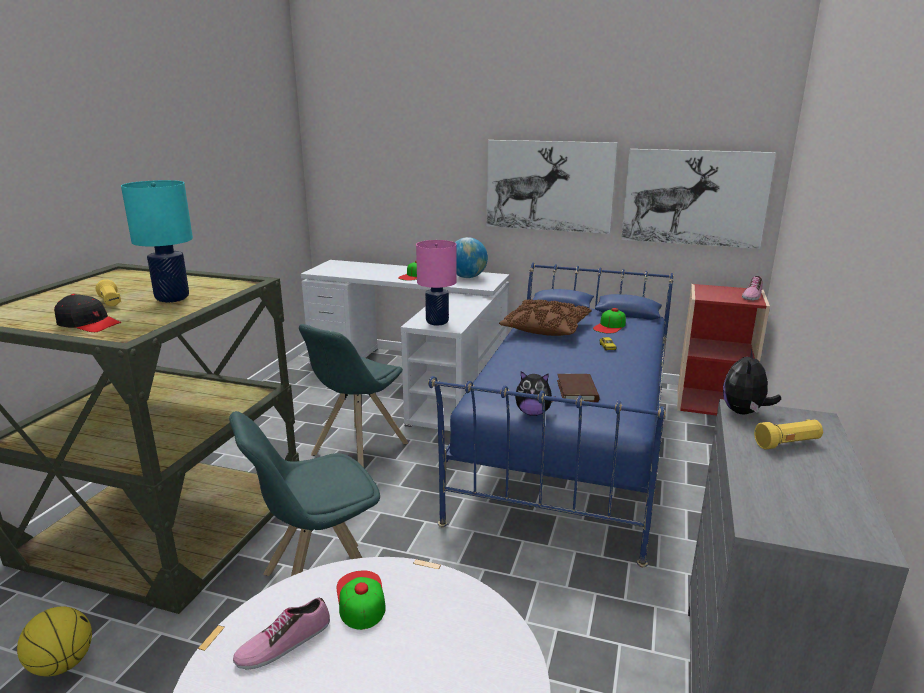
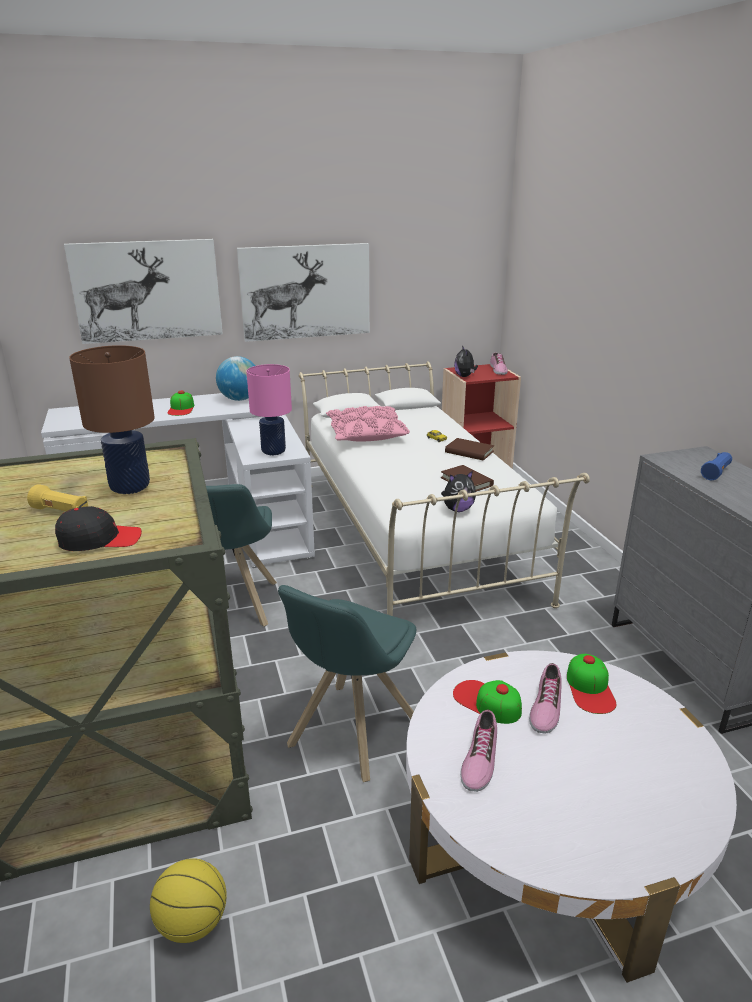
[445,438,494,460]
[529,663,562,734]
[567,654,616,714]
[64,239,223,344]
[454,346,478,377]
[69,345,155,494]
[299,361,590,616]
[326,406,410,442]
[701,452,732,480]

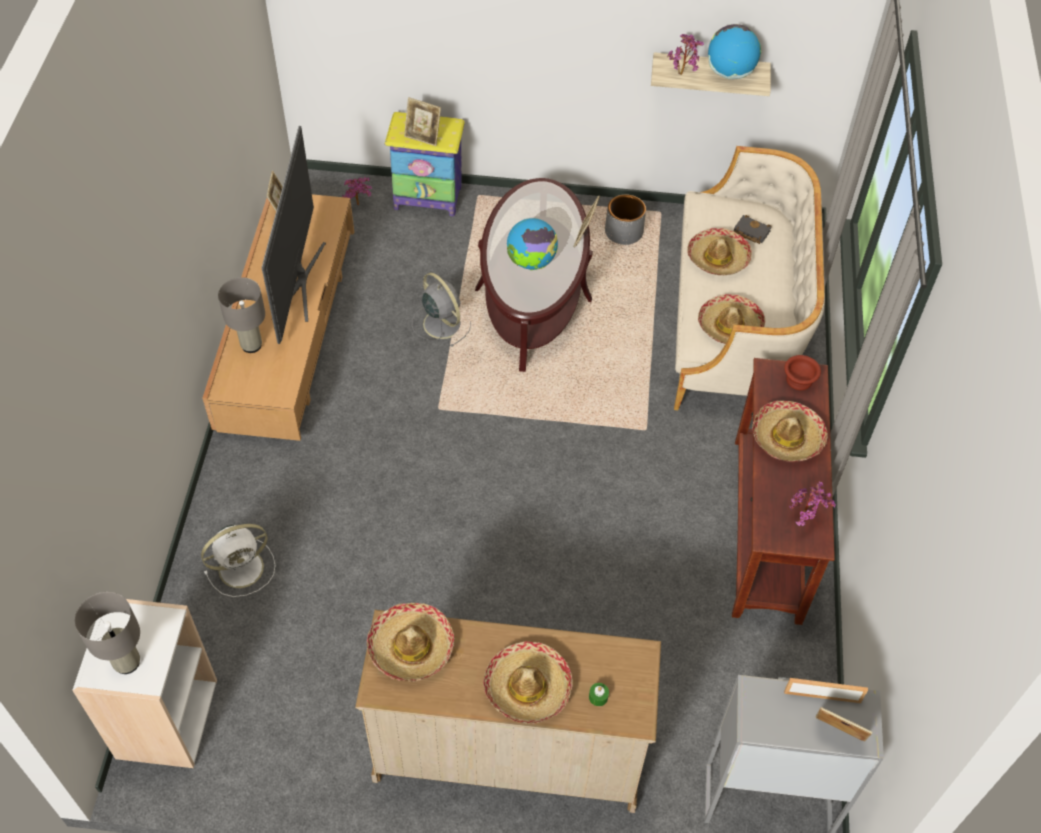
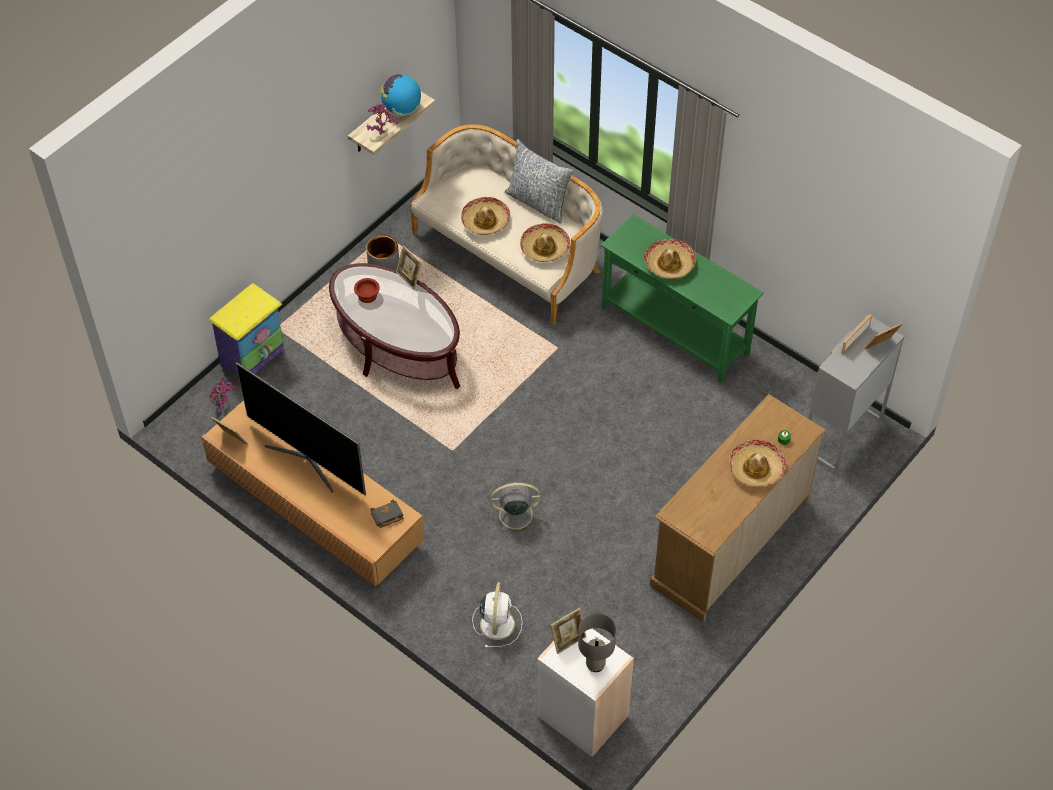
[218,277,265,353] (first image)
[367,603,454,682] (first image)
[507,218,558,270] (first image)
[789,482,836,526] (first image)
[505,139,574,224]
[551,608,586,654]
[490,482,542,537]
[370,499,403,528]
[354,278,380,303]
[601,214,763,384]

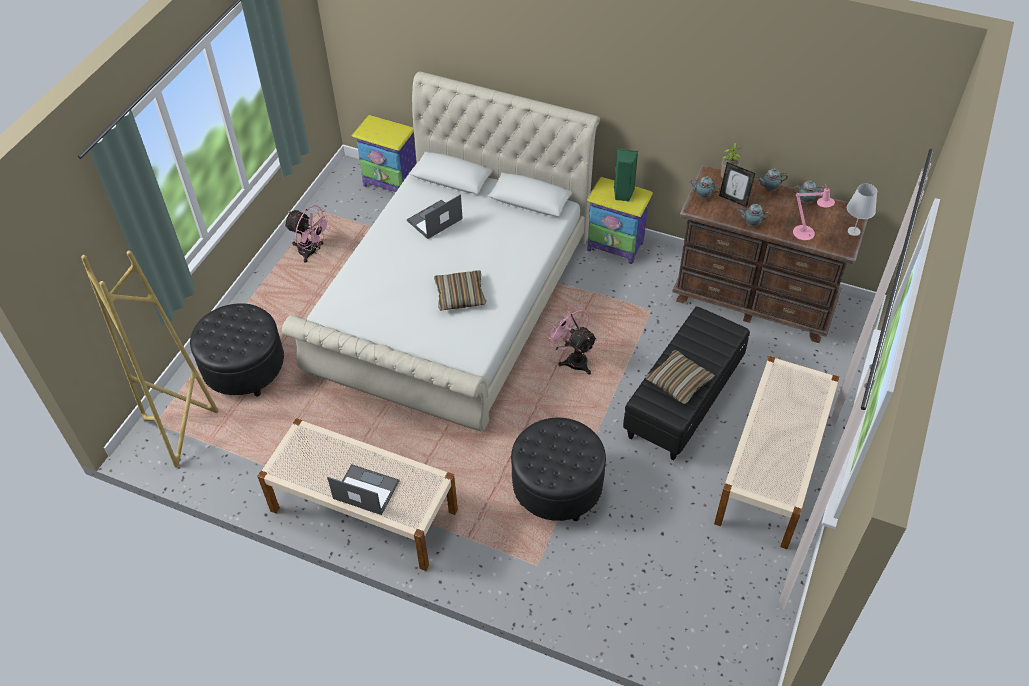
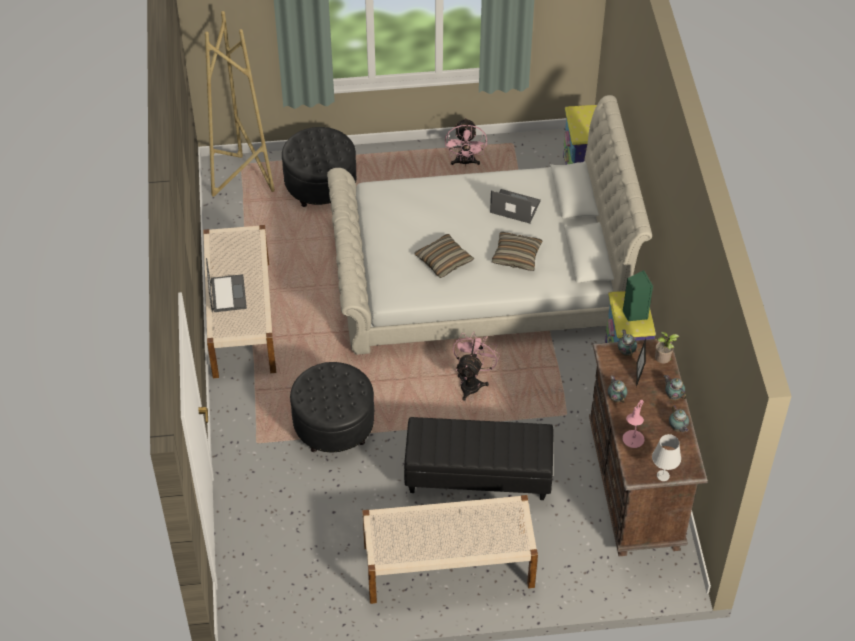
[492,232,543,271]

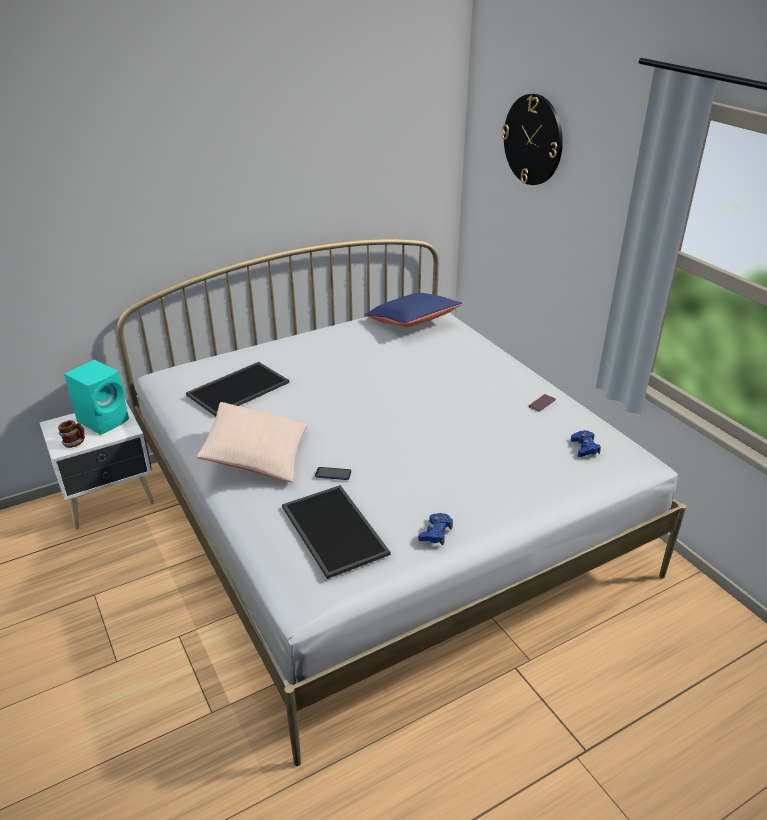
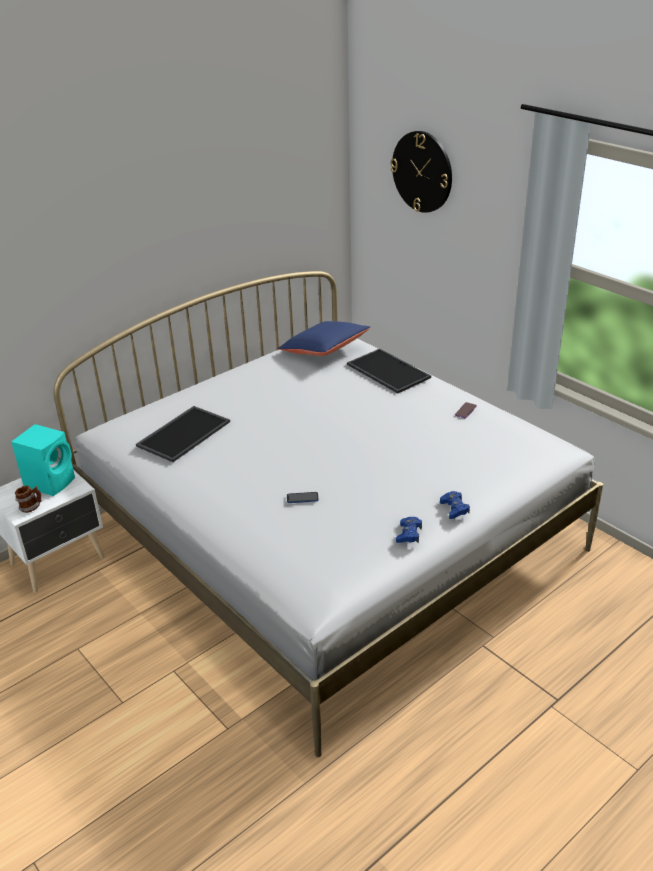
[197,402,307,482] (first image)
[347,349,431,393]
[440,491,470,519]

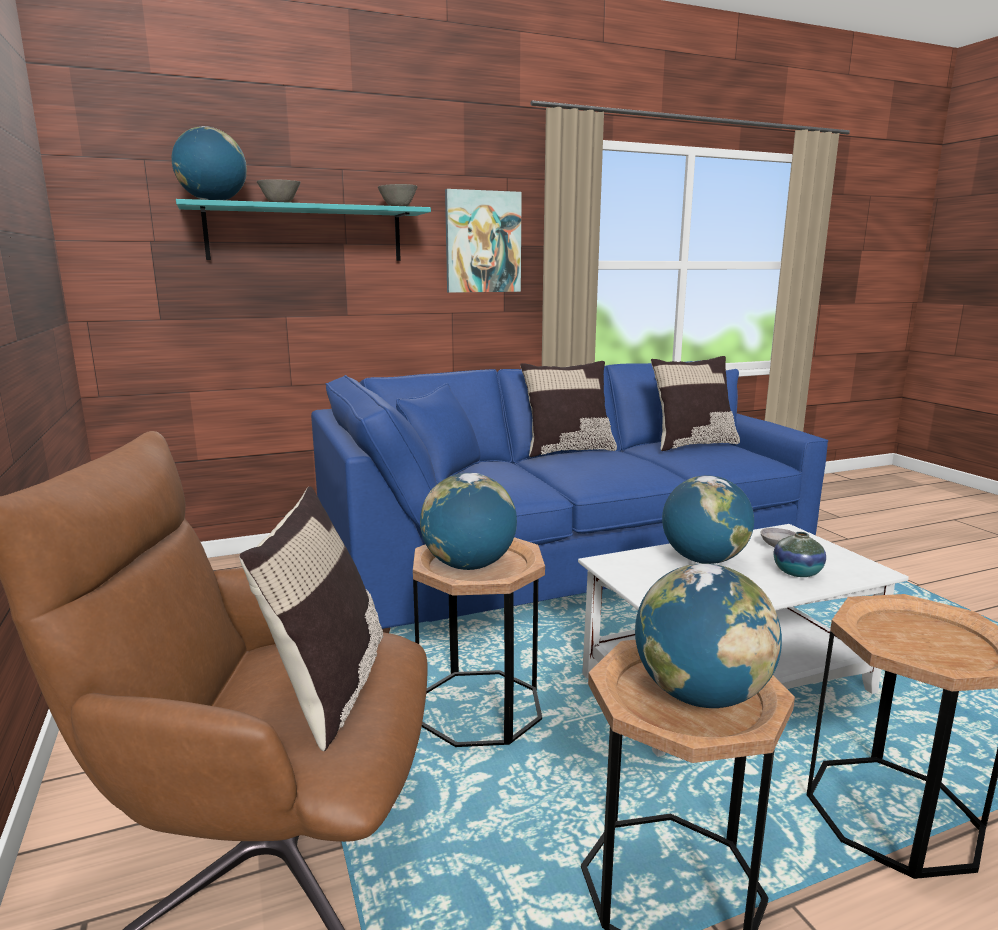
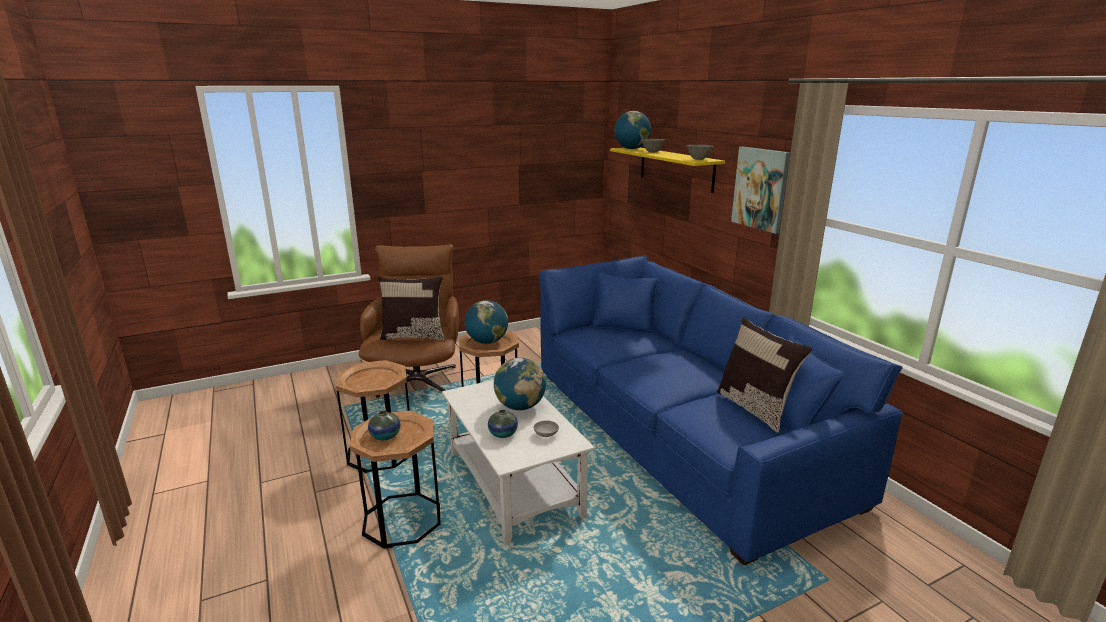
[520,361,617,457] (first image)
[635,563,782,708] (first image)
[368,411,401,440]
[610,148,725,193]

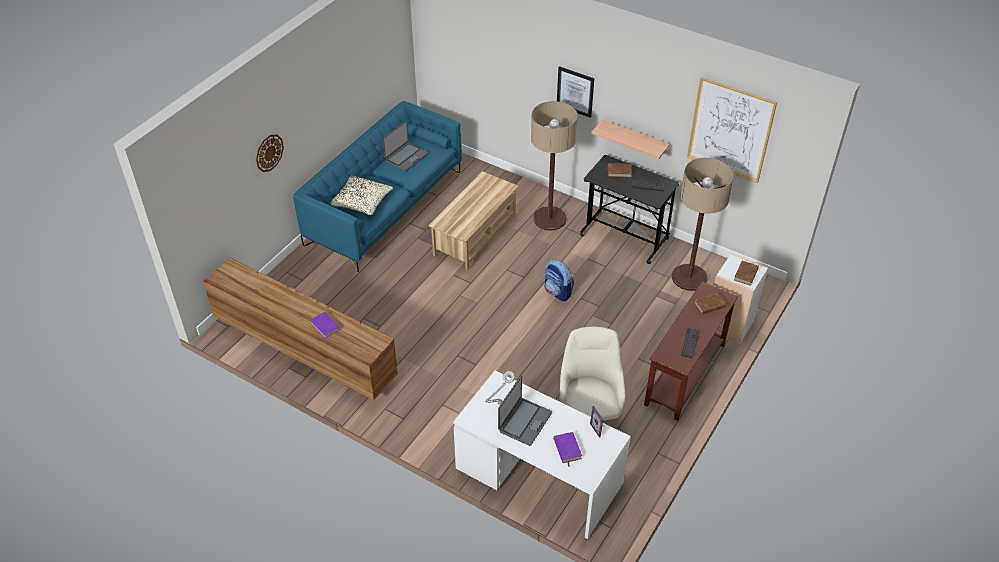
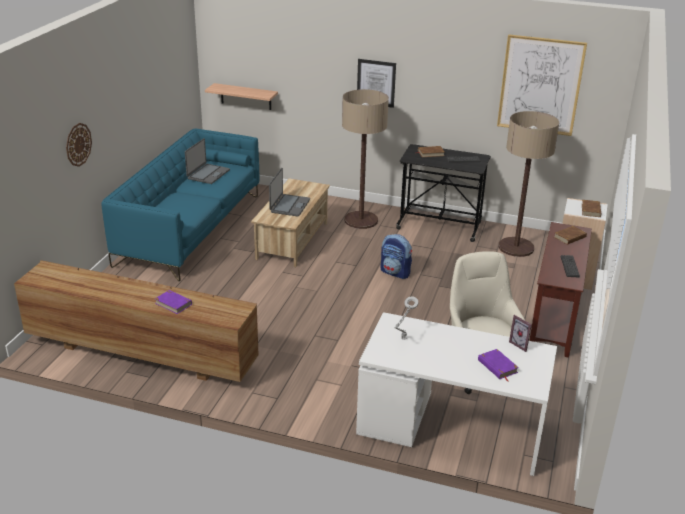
[331,176,393,215] (first image)
[269,168,310,216]
[205,83,278,110]

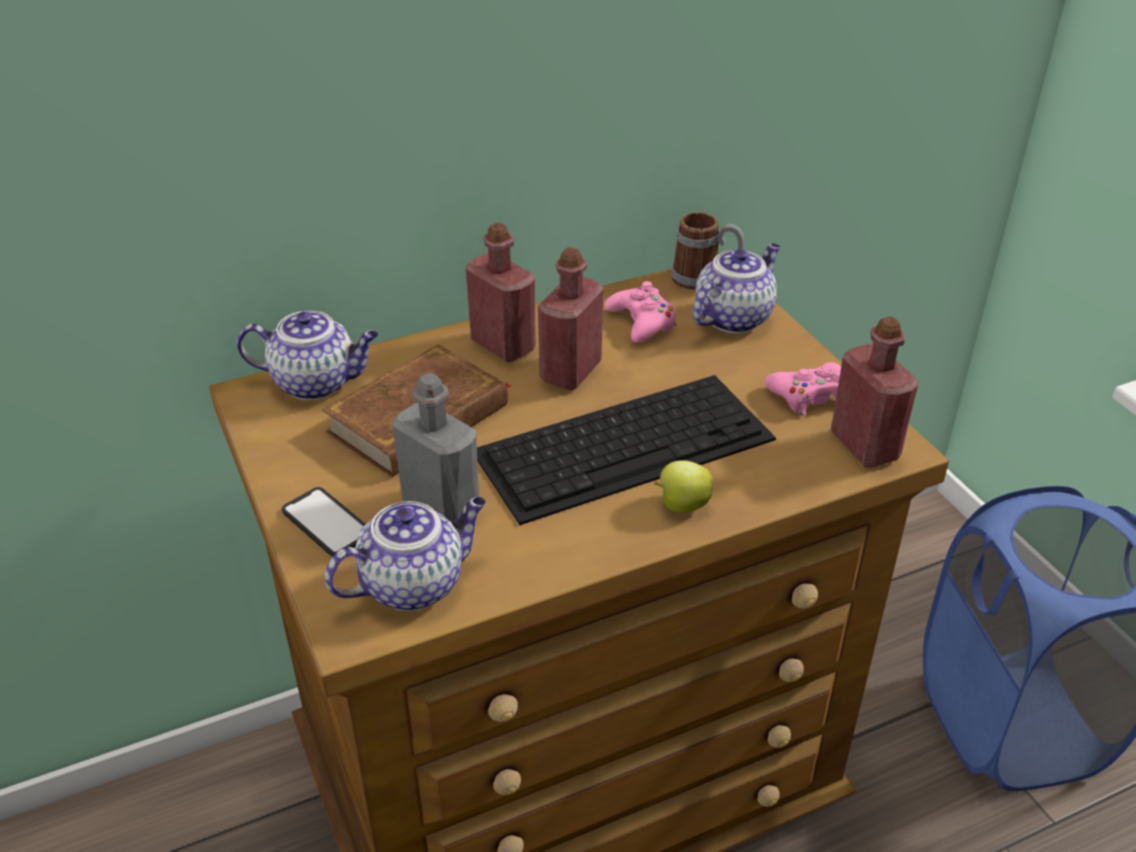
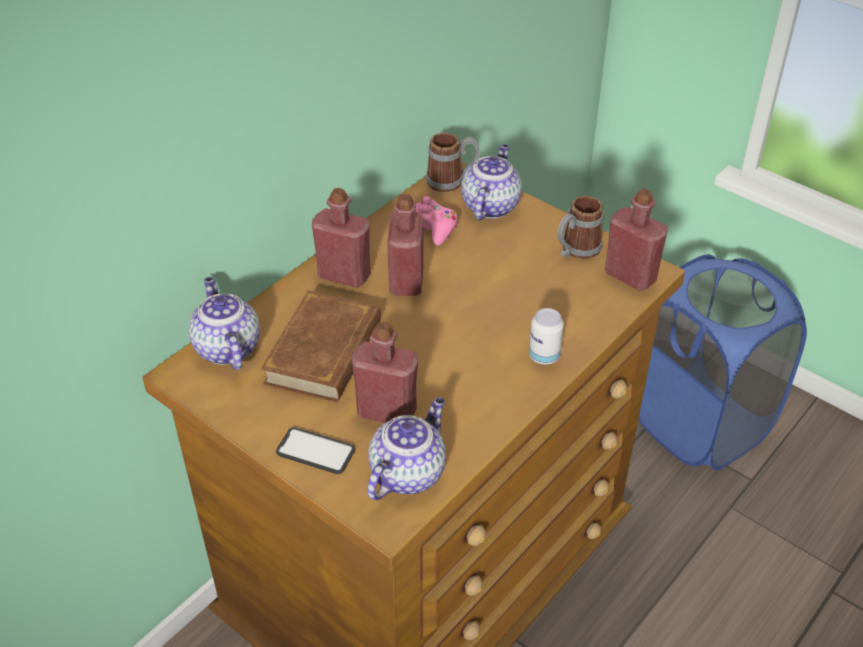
[477,375,776,525] (first image)
[529,308,564,365]
[558,196,604,259]
[352,322,418,423]
[189,277,260,370]

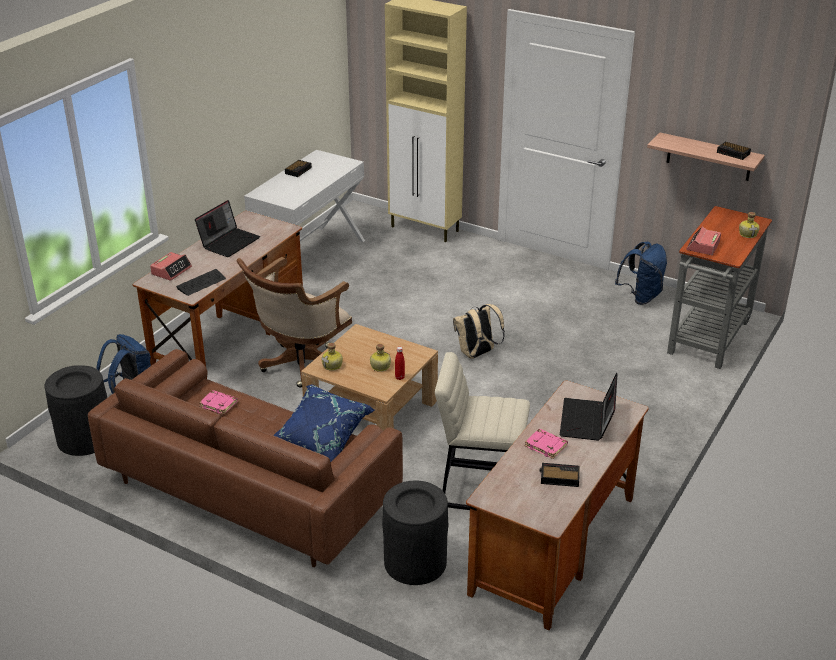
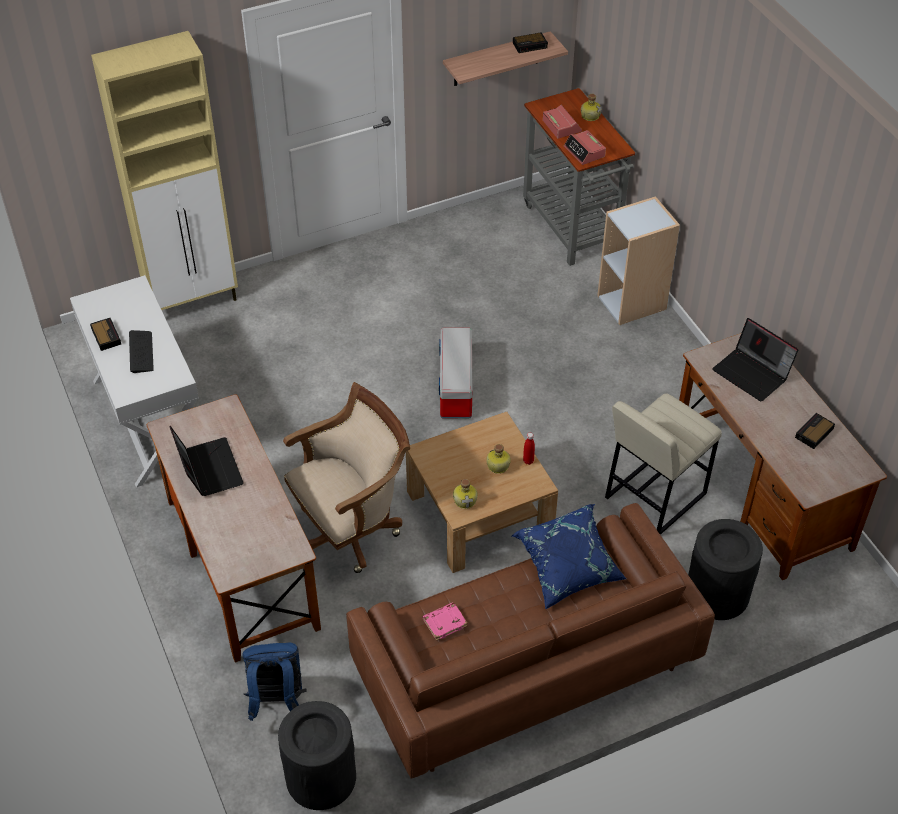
[525,429,568,459] (first image)
[615,242,667,305] (first image)
[597,196,680,325]
[543,105,582,139]
[129,330,154,373]
[439,328,472,419]
[283,382,410,573]

